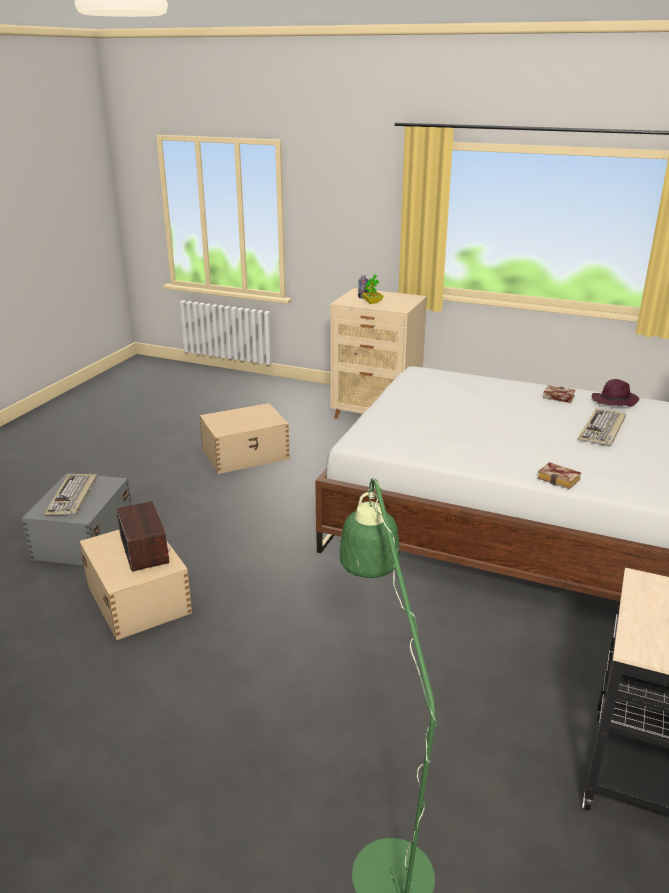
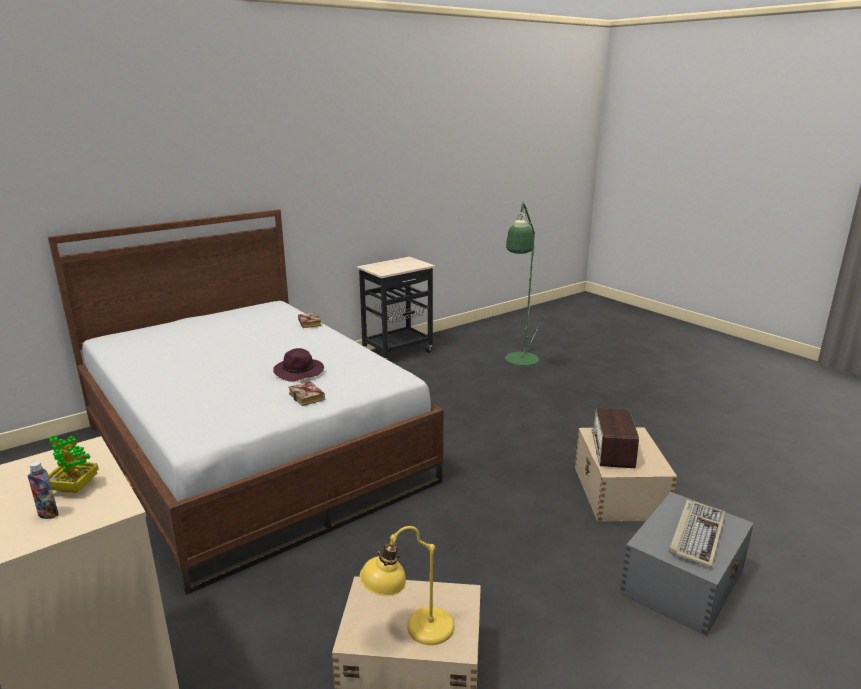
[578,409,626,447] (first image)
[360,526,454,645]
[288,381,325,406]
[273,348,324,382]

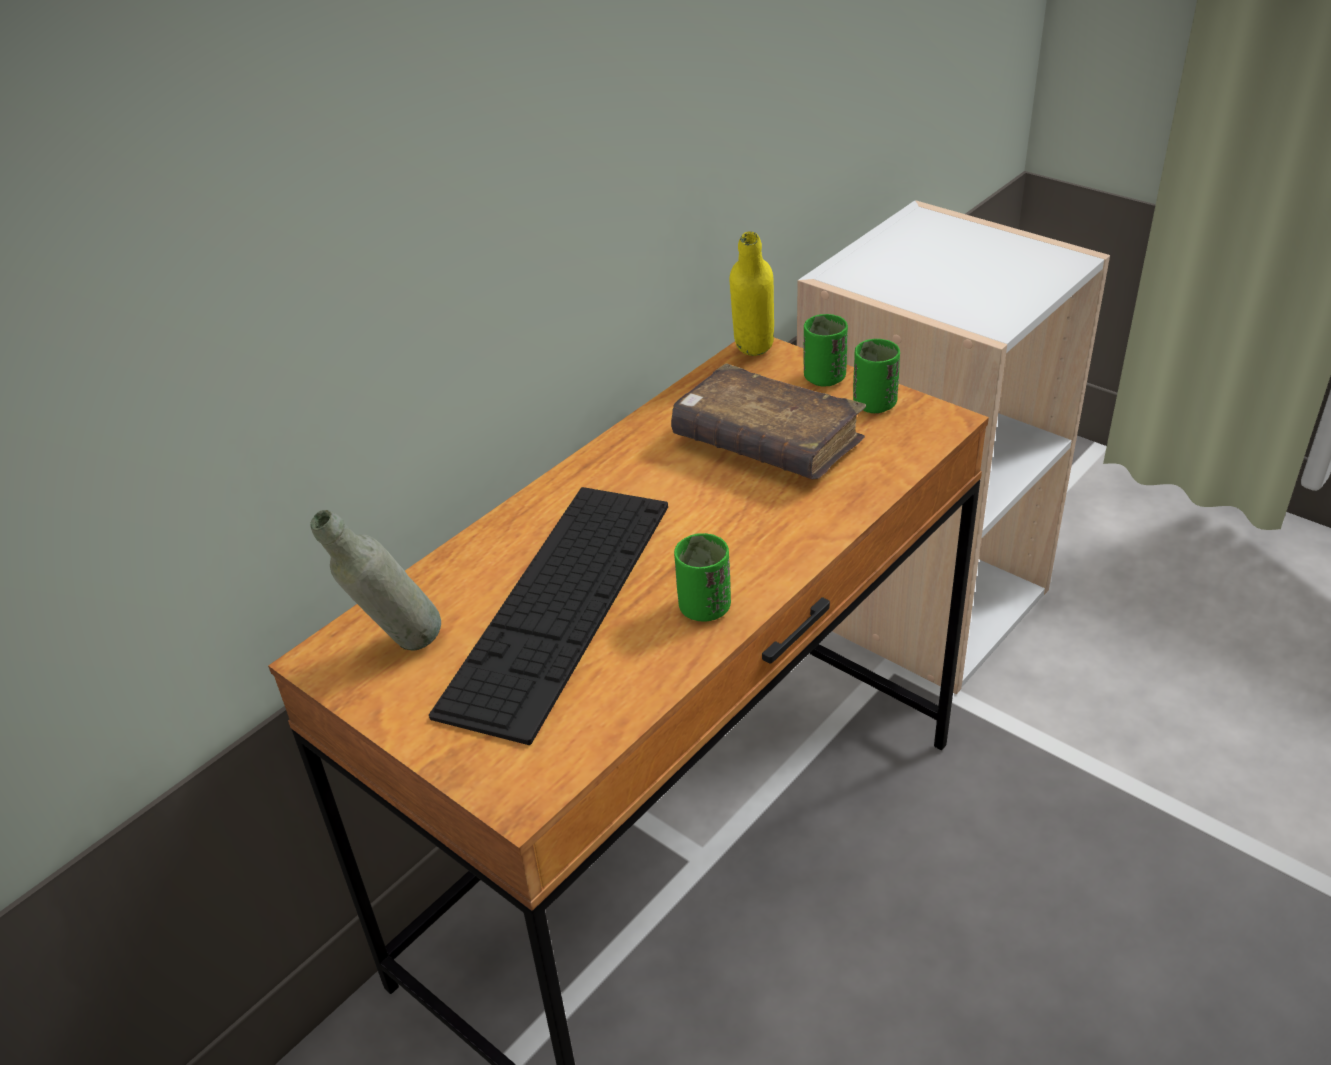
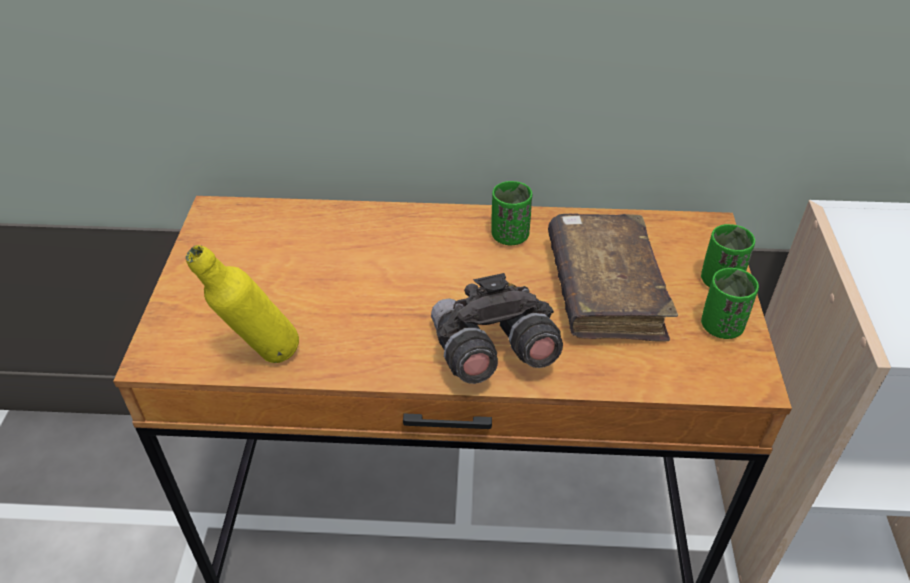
[310,510,441,651] (first image)
[429,487,668,745] (first image)
[431,273,563,384]
[491,181,532,245]
[186,245,299,363]

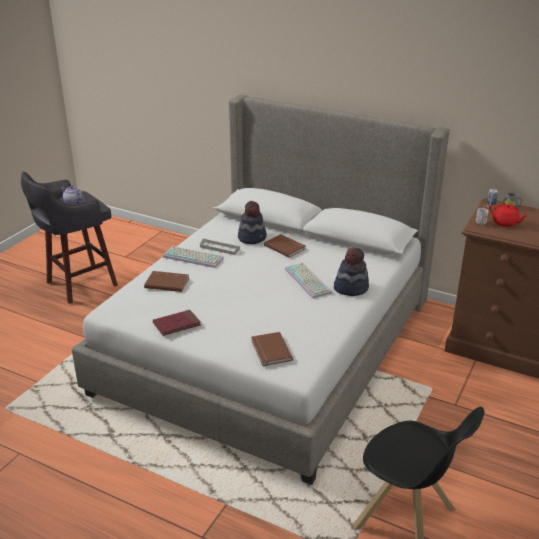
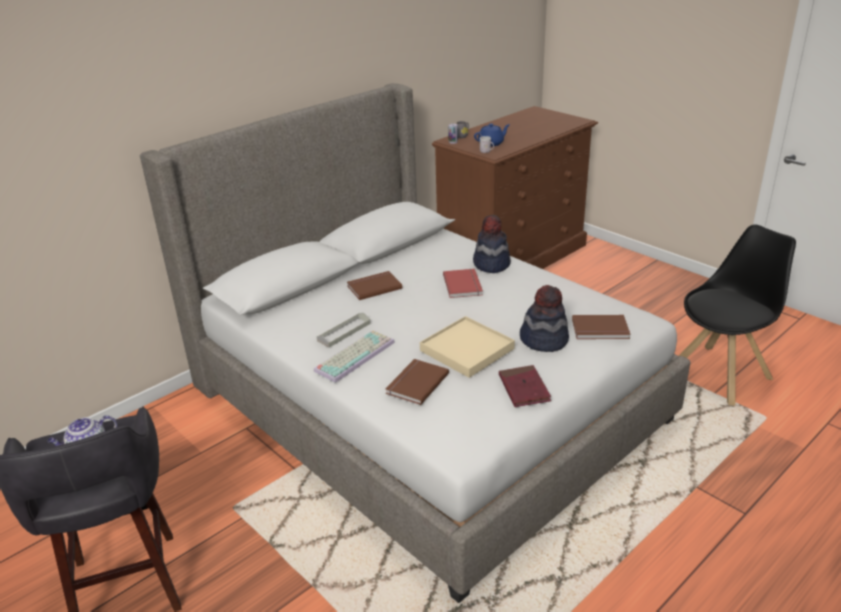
[420,316,515,378]
[520,285,569,352]
[443,269,483,298]
[474,124,510,147]

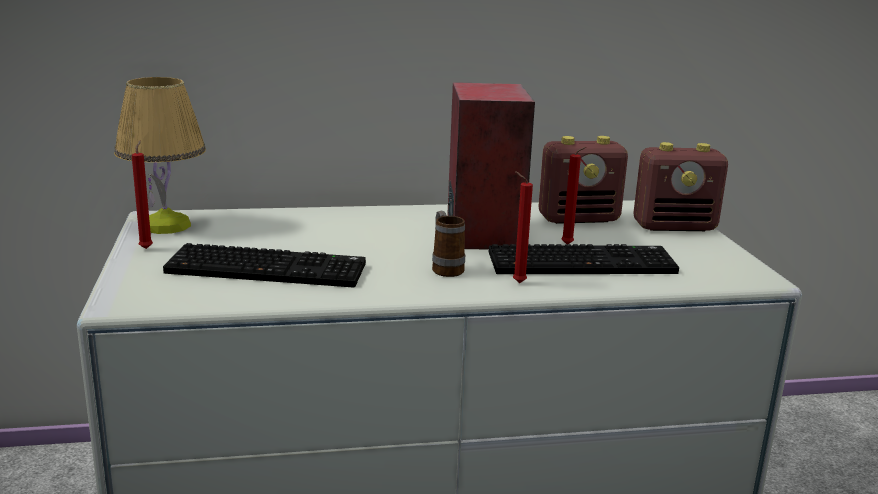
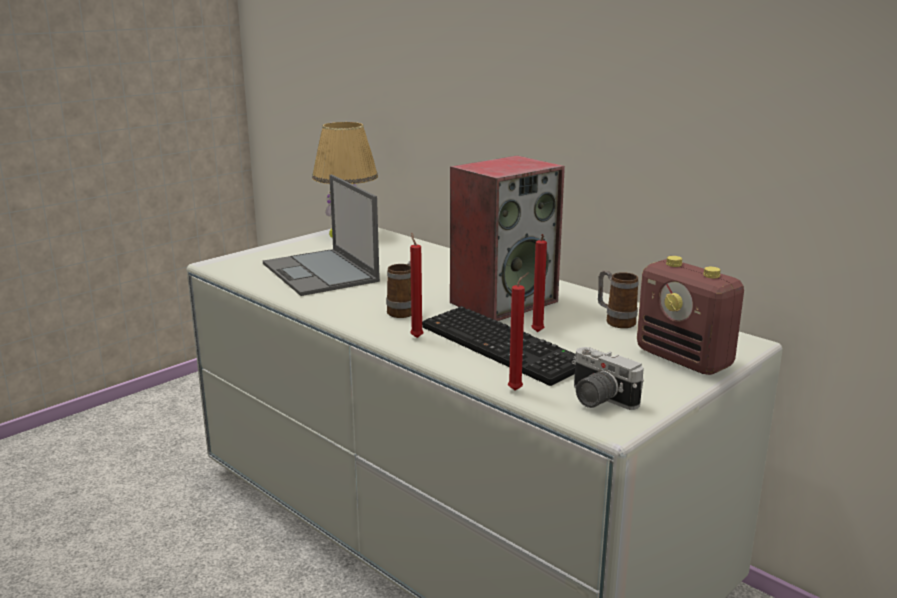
[572,347,644,410]
[508,272,529,391]
[263,174,380,296]
[598,270,639,328]

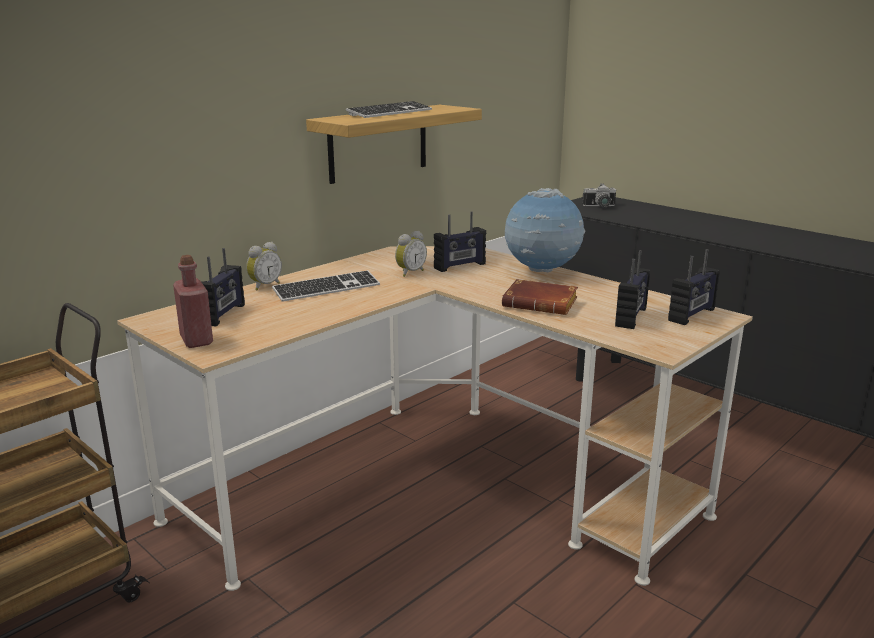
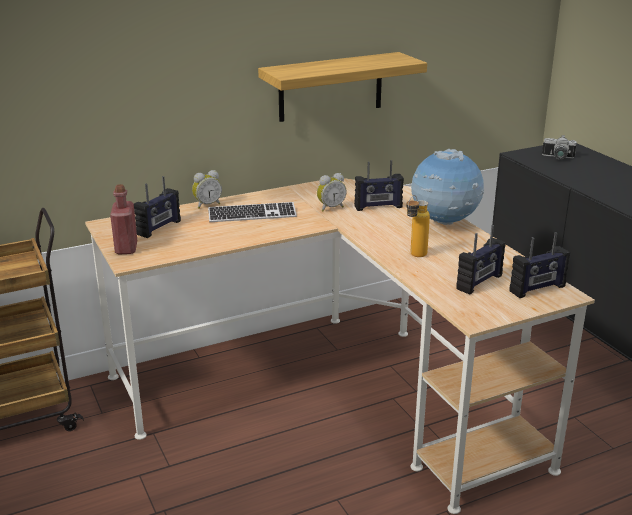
[346,101,432,118] (first image)
[406,195,430,257]

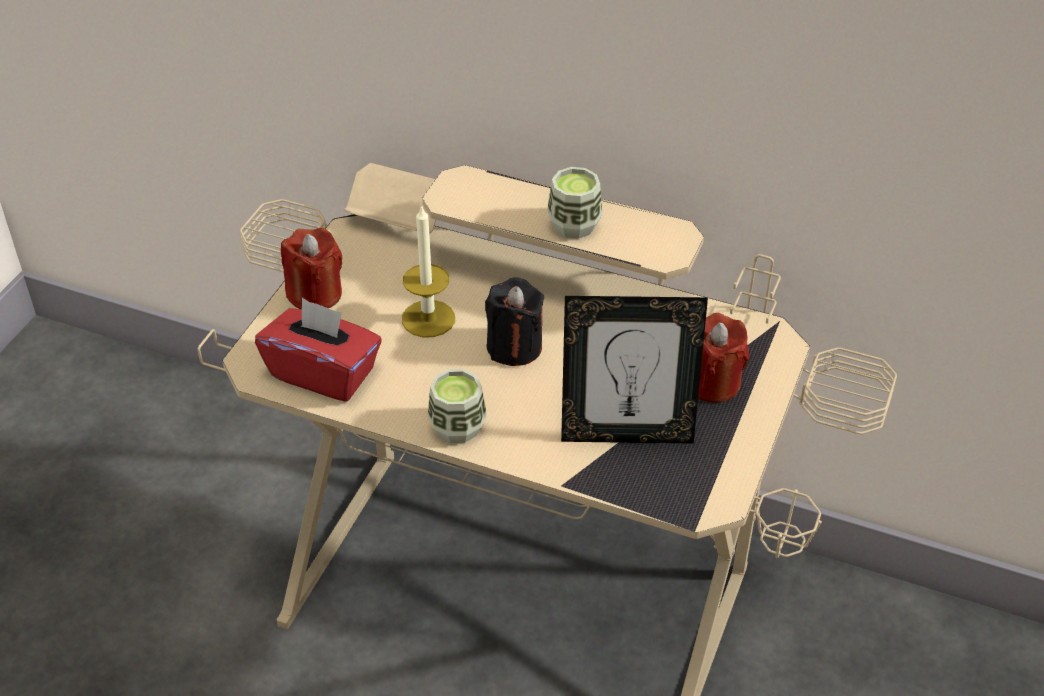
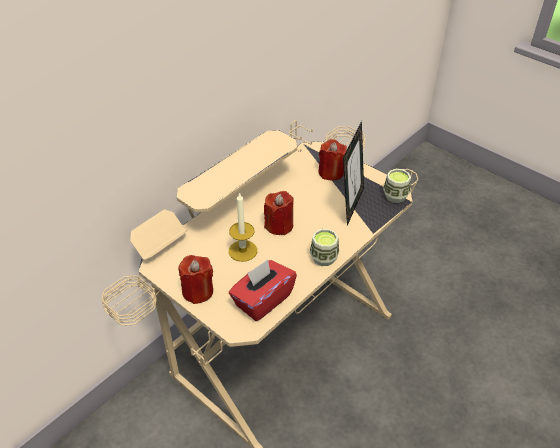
[383,169,411,203]
[264,191,294,235]

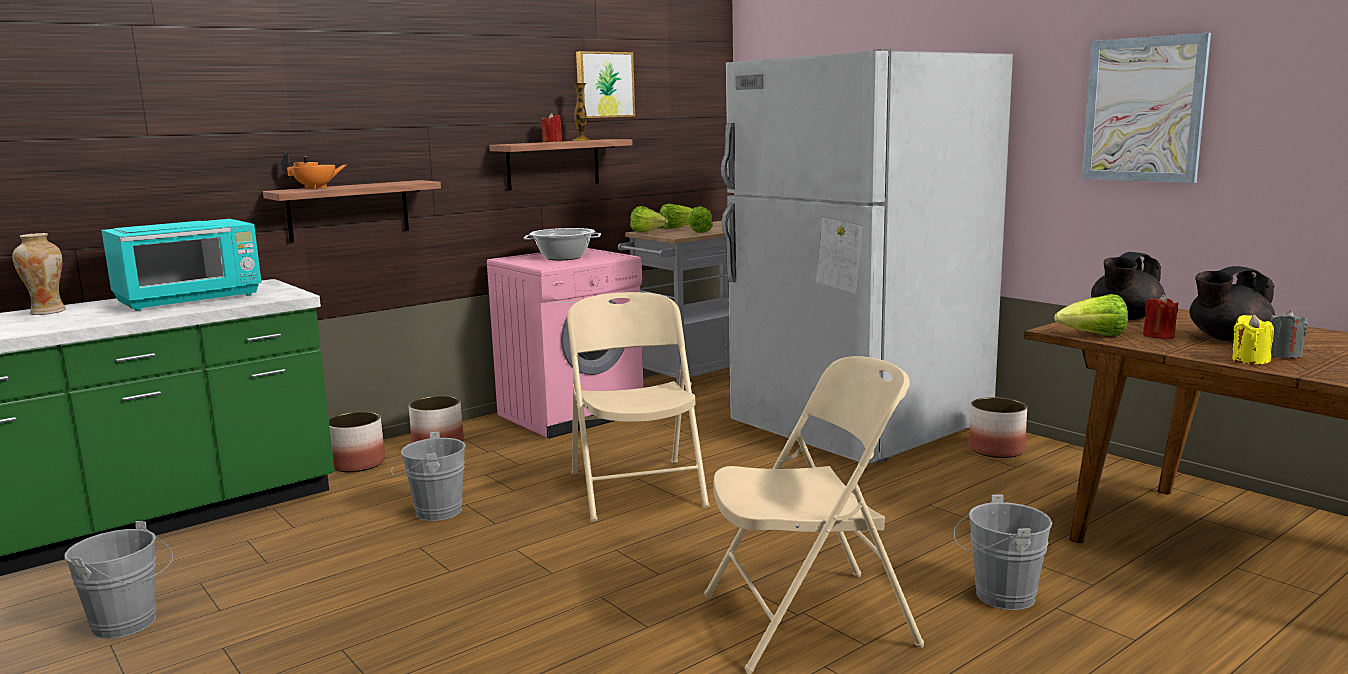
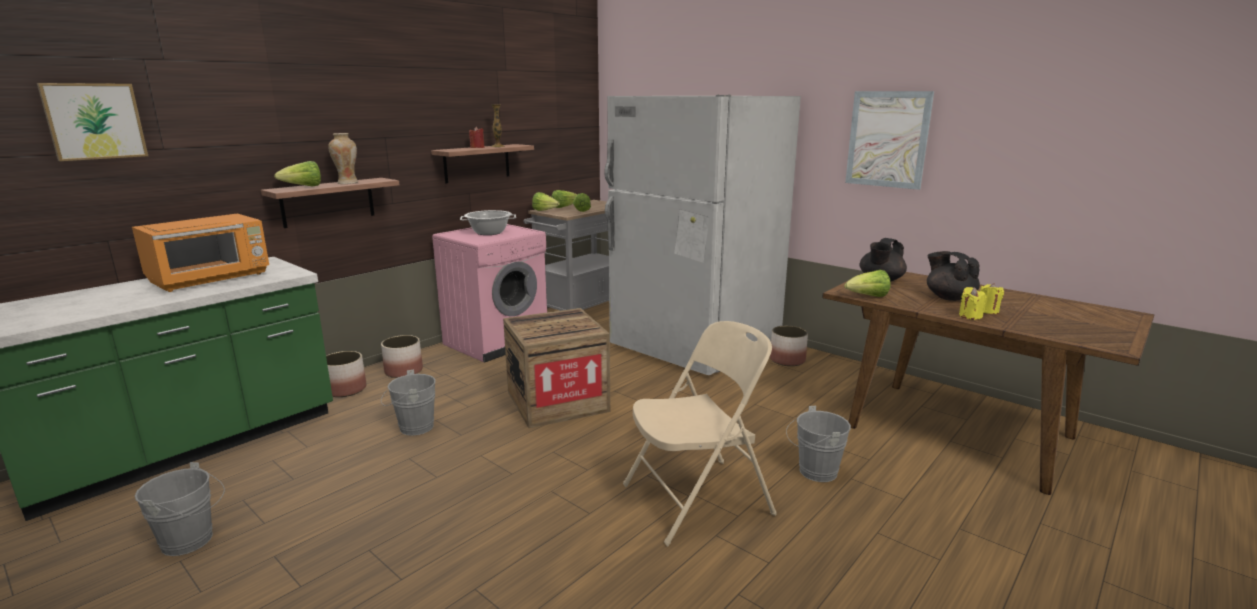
[1143,294,1179,339] (first image)
[328,133,358,184]
[37,83,148,161]
[274,161,321,186]
[503,308,610,428]
[132,213,269,292]
[980,283,1004,314]
[927,251,980,301]

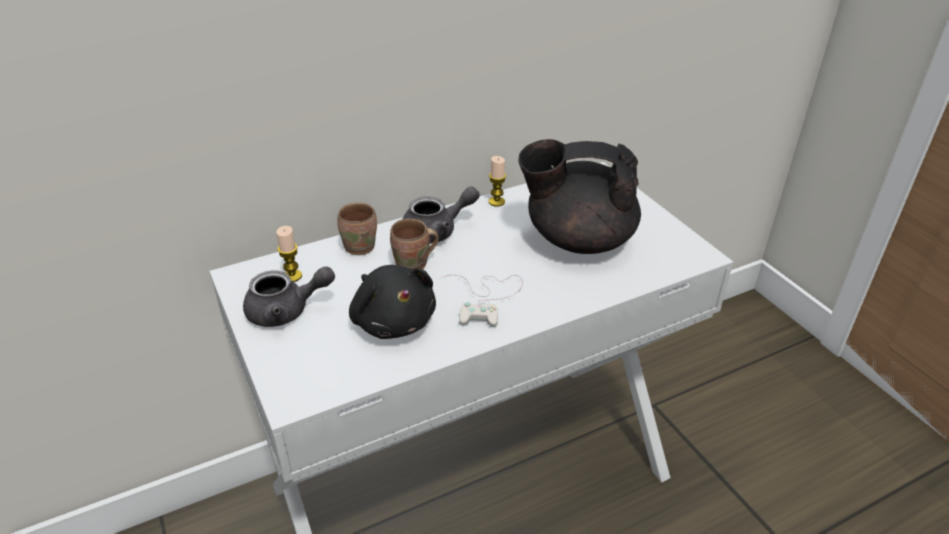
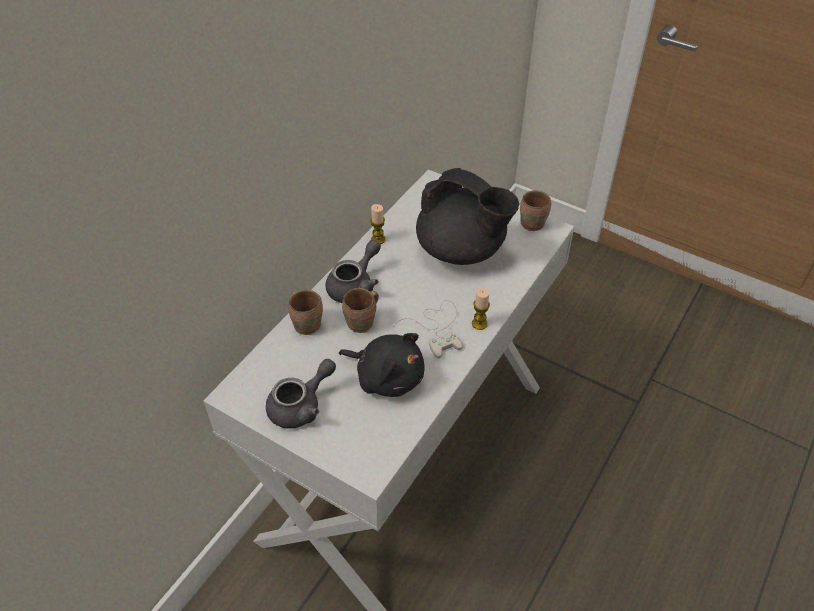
[520,190,551,231]
[472,287,490,330]
[416,168,519,265]

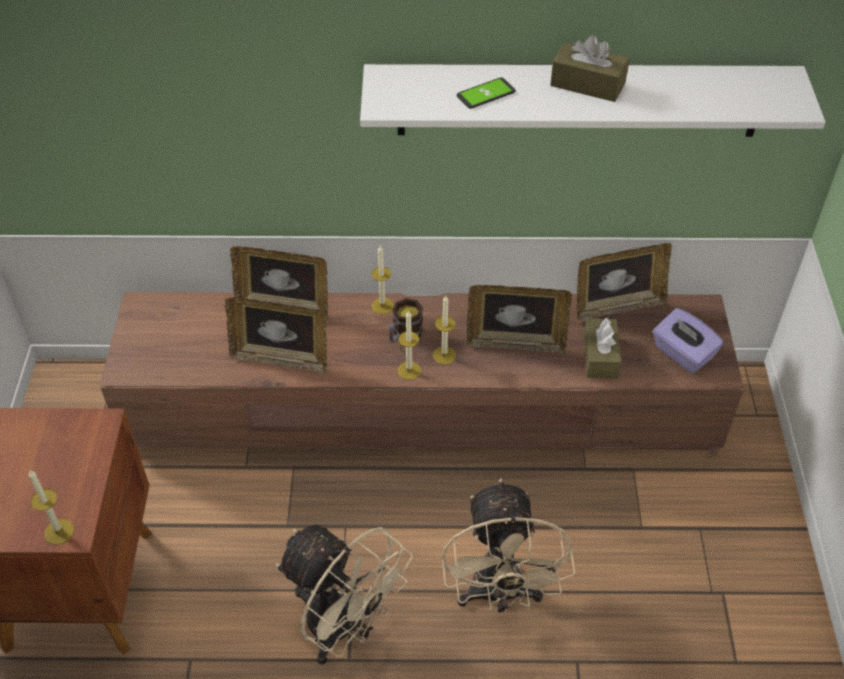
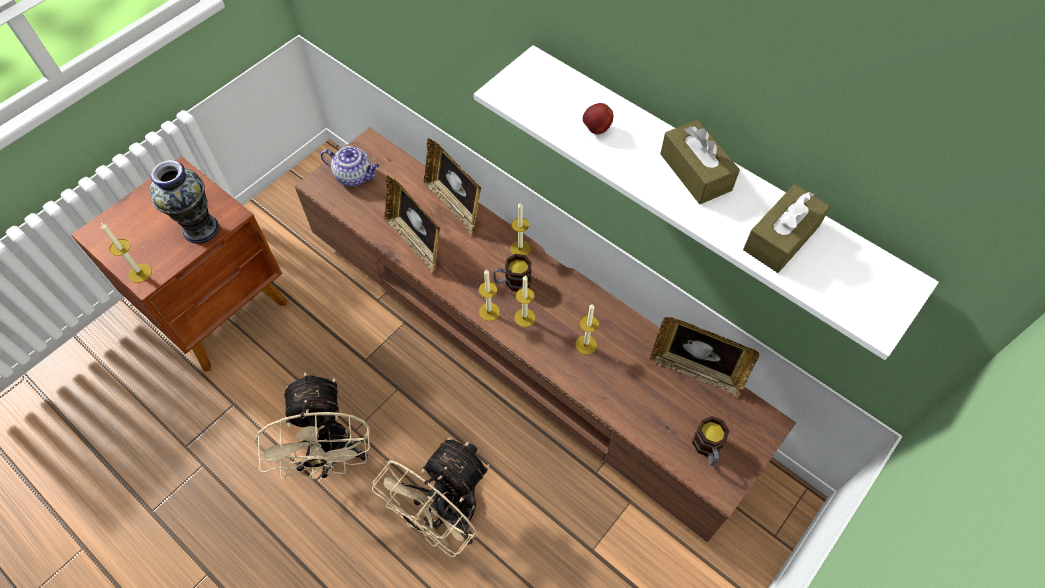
[150,160,219,243]
[321,146,380,186]
[743,184,830,273]
[583,103,613,134]
[575,304,599,355]
[692,416,729,466]

